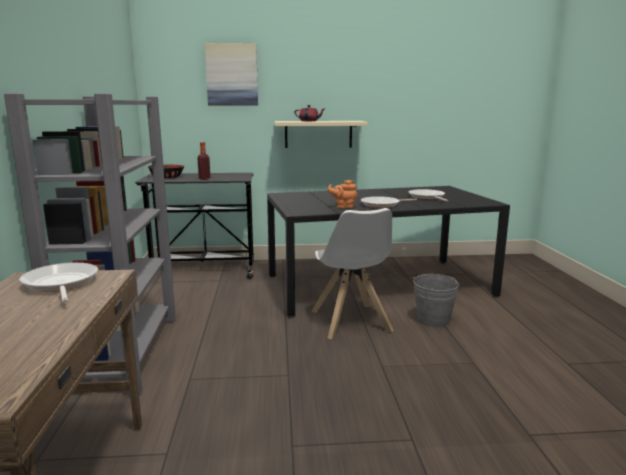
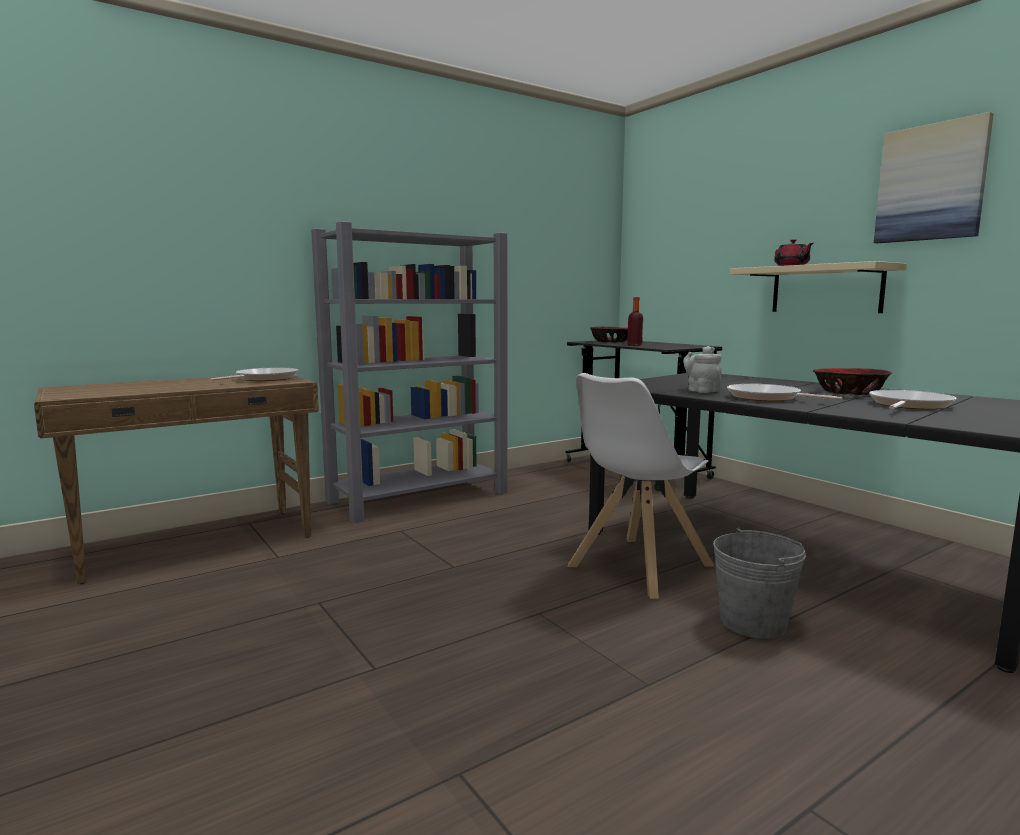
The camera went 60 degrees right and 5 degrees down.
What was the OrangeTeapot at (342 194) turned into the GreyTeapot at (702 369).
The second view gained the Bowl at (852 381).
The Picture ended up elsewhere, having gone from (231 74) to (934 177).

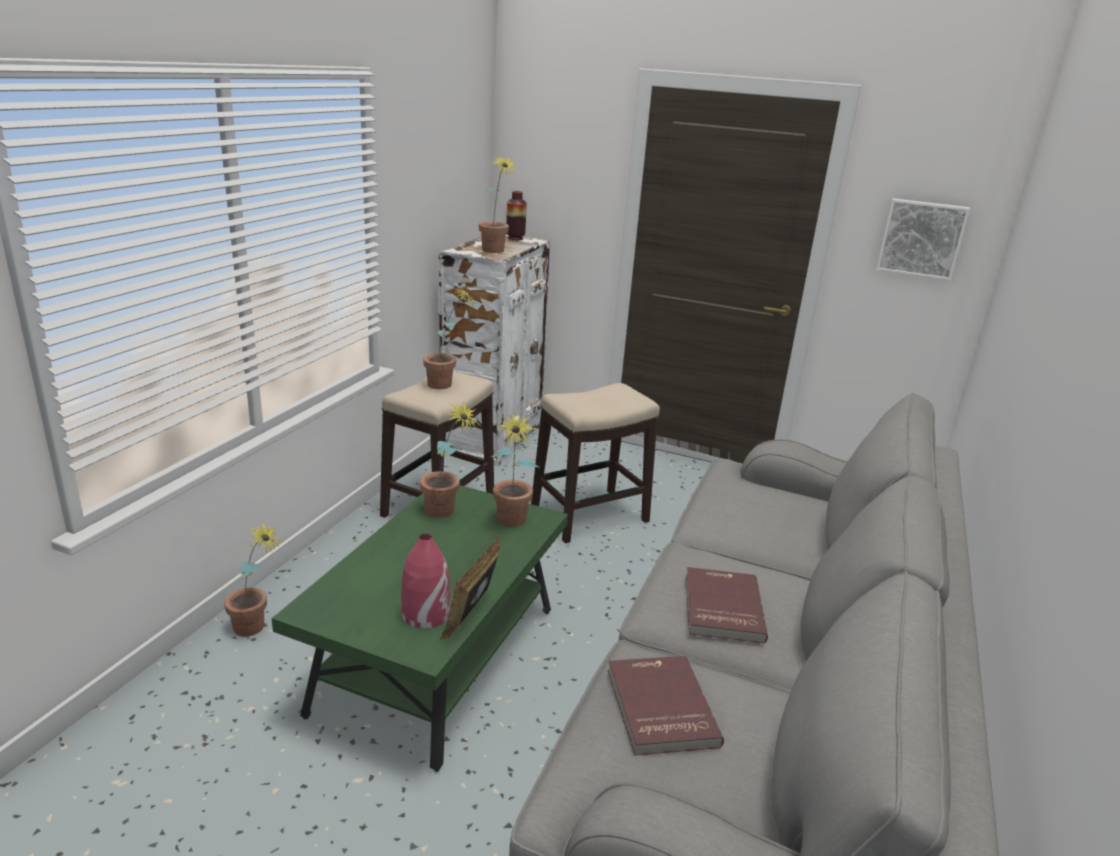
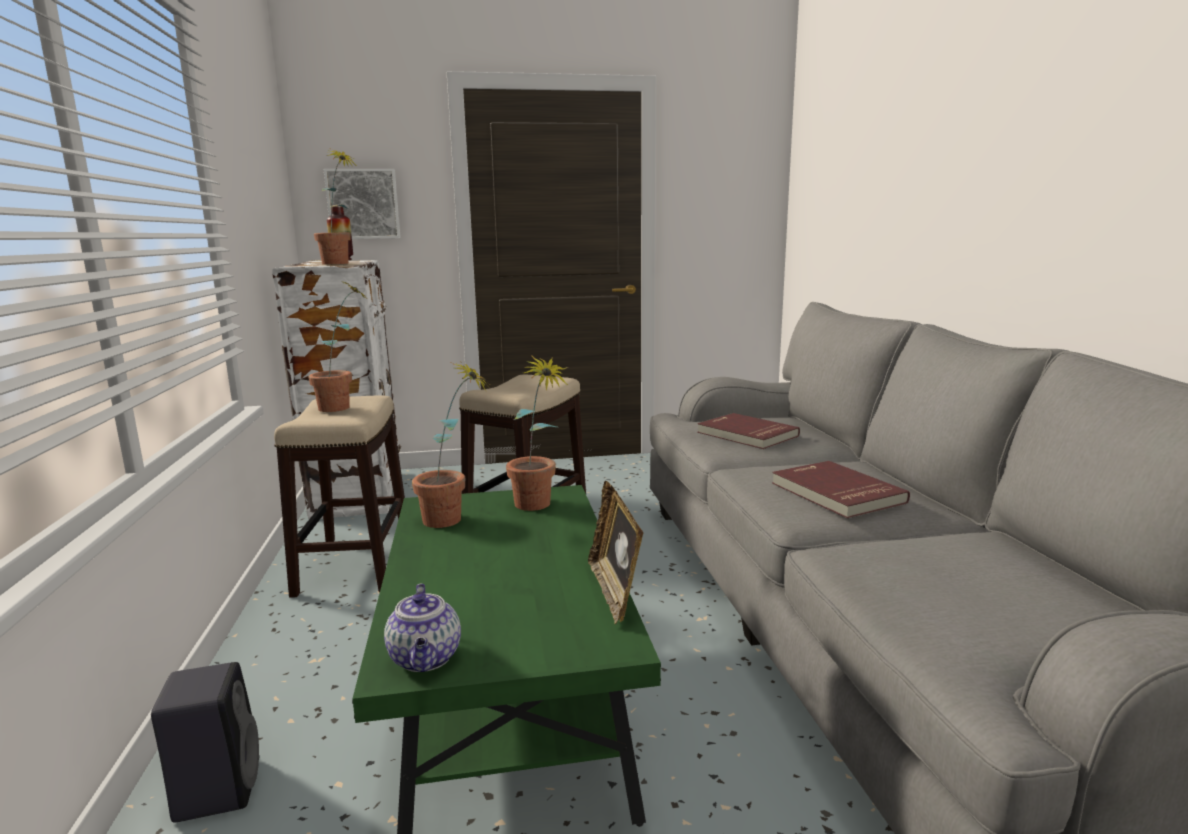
The camera went 30 degrees left and 10 degrees down.
Where the PottedPlant stood at (253 579), the BlackSpeaker came to stand at (205 742).
The Picture ended up elsewhere, having gone from (923 239) to (362 204).
The second view gained the Teapot at (422 628).
The RedBook ended up elsewhere, having gone from (666 705) to (748 431).
The second view lost the RedVase at (425 581).

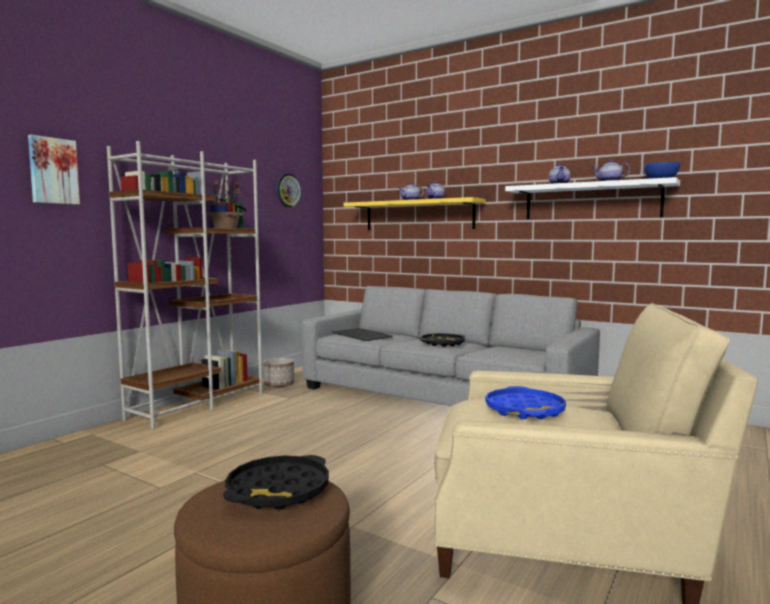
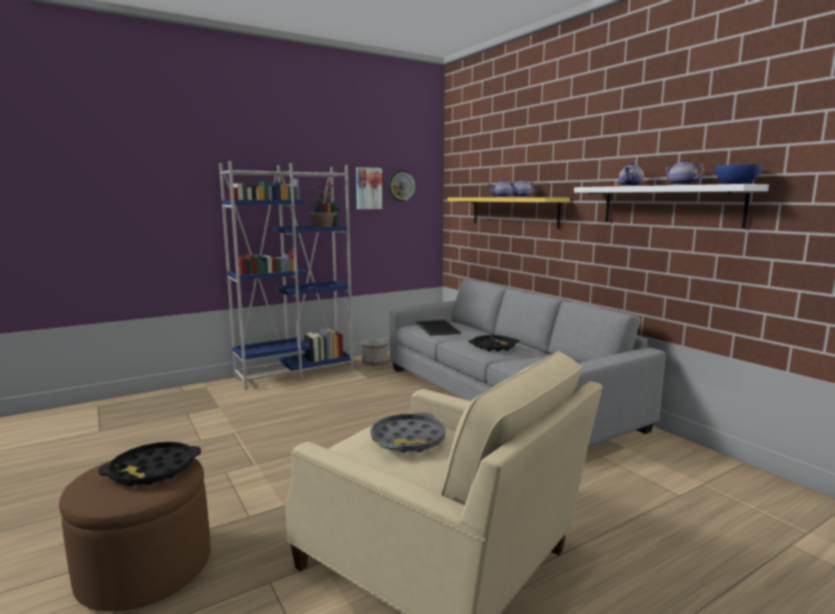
The camera went 25 degrees right and 5 degrees up.
What was the BrownBookcase at (185 285) turned into the BlueBookcase at (286 275).
The Picture ended up elsewhere, having gone from (54 170) to (369 188).
What was the BlueTray at (526 402) turned into the GreyTray at (408 432).

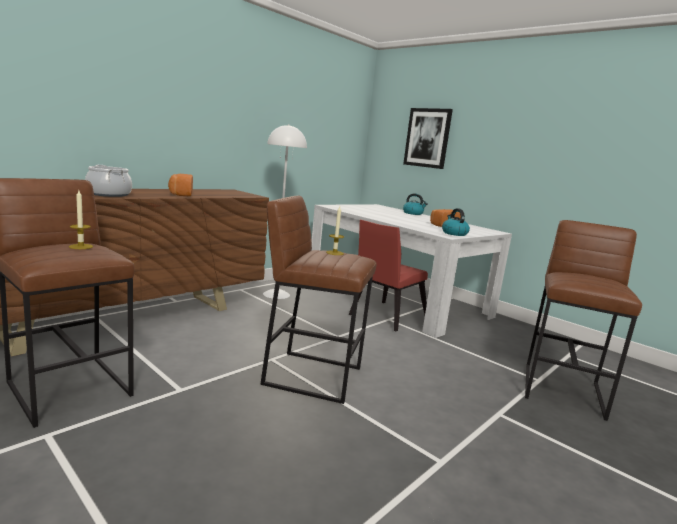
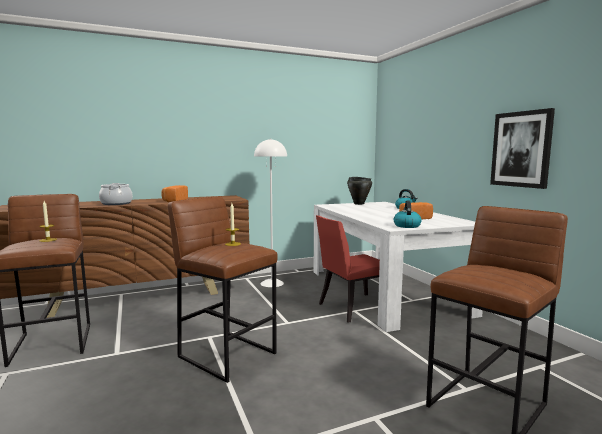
The camera went 25 degrees right and 5 degrees down.
The second view gained the BlackCookingPot at (359 191).
The Picture ended up elsewhere, having gone from (428 138) to (522 148).

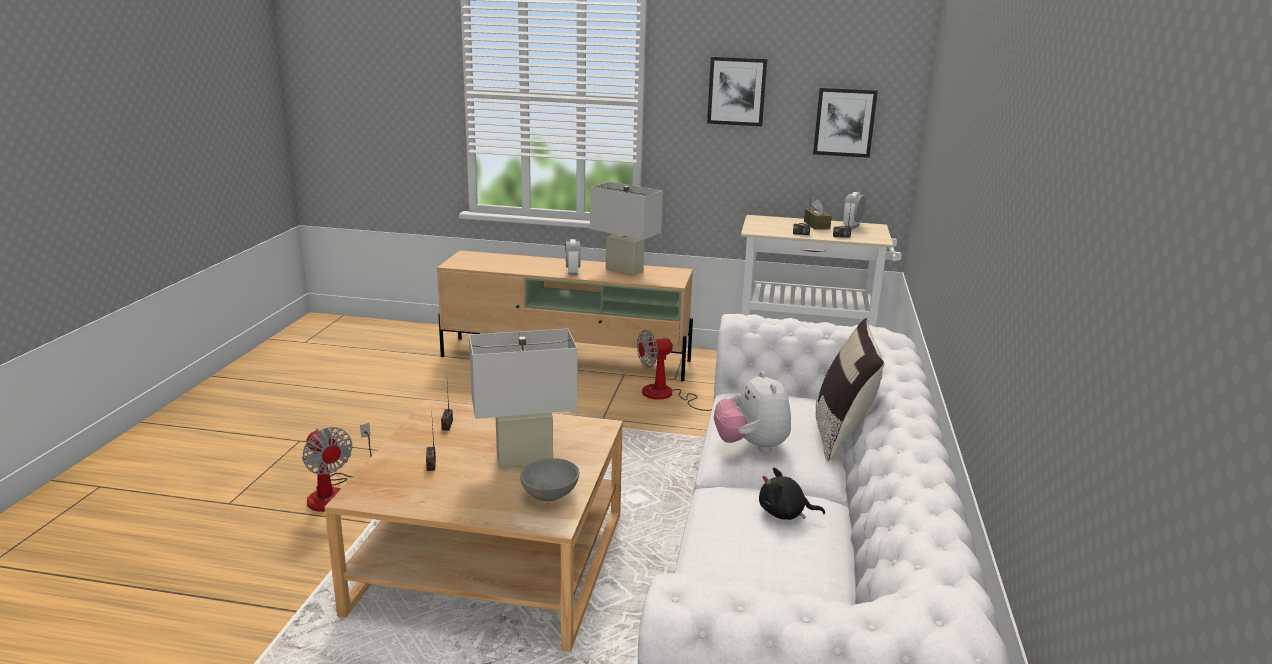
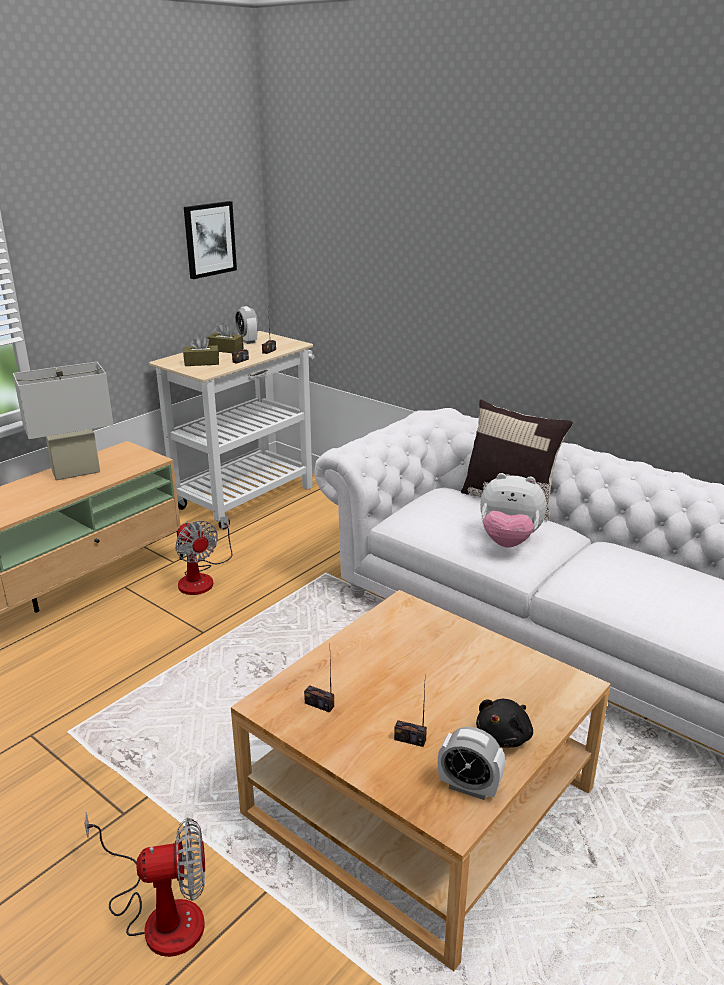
The camera went 60 degrees left and 5 degrees up.
The Fan at (674 370) ended up facing another way, 45 degrees counterclockwise from before.
The second view gained the BrownTissueBox at (201 350).
The AlarmClock ended up elsewhere, having gone from (573 257) to (471 763).
The BlackPlushToy ended up elsewhere, having gone from (792 494) to (504 723).
The second view lost the WhiteTableLamp at (523 398).
The second view lost the GreyBowl at (549 479).
The second view lost the Picture at (737 91).

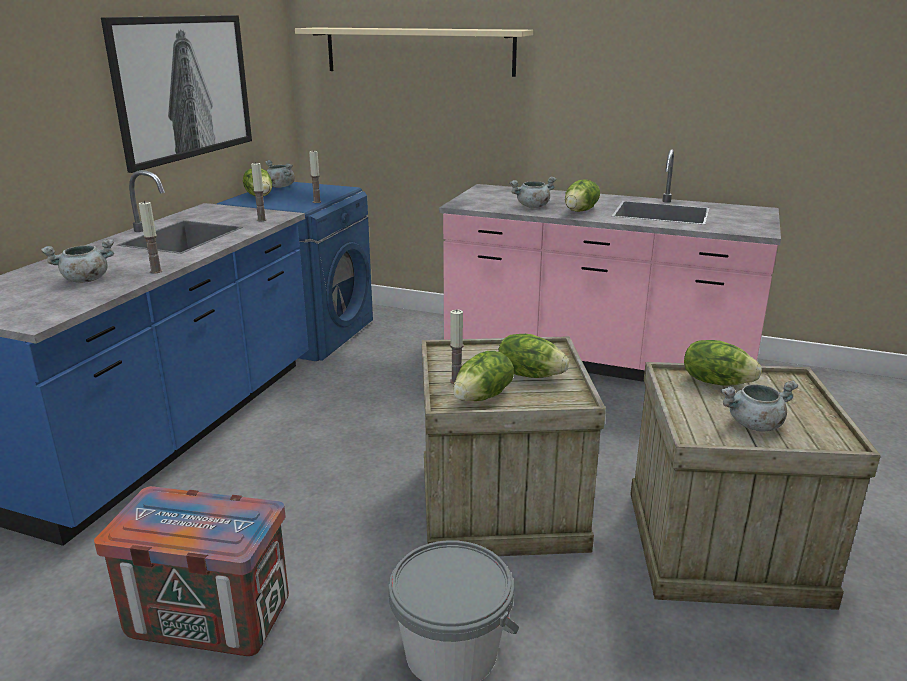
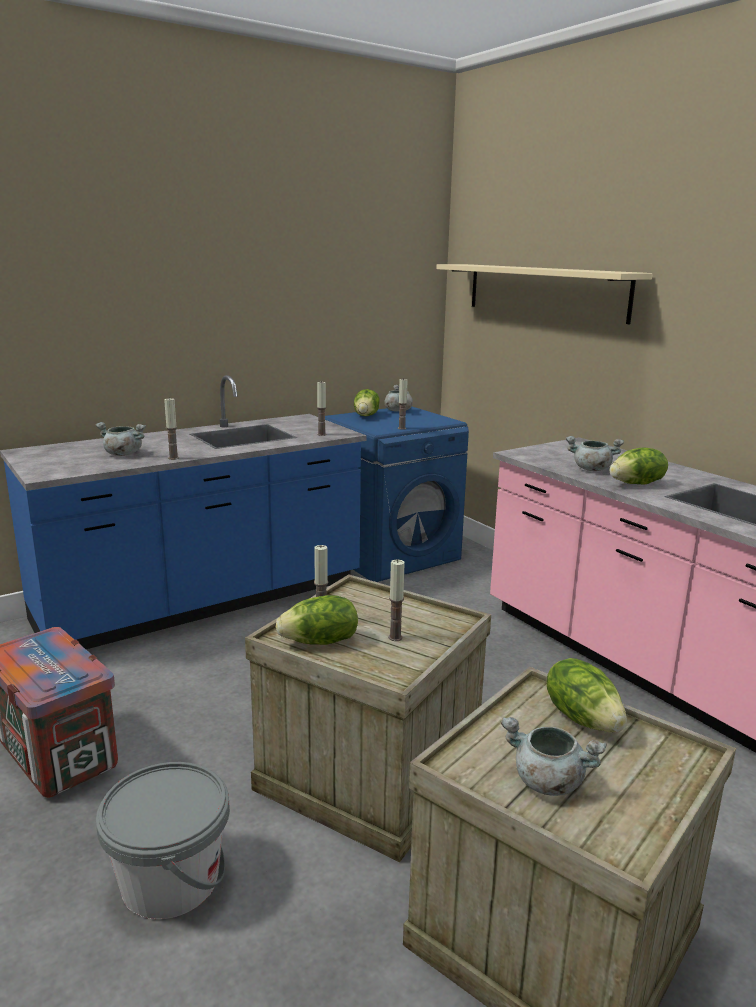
The camera went 35 degrees right and 5 degrees down.
Where the Lettuce stood at (533 356), the Candle came to stand at (396 600).
The second view lost the Picture at (176 94).

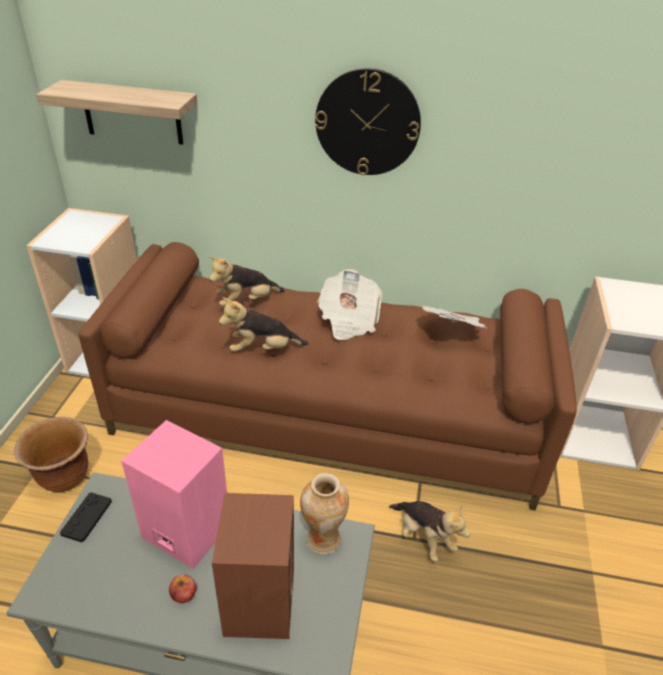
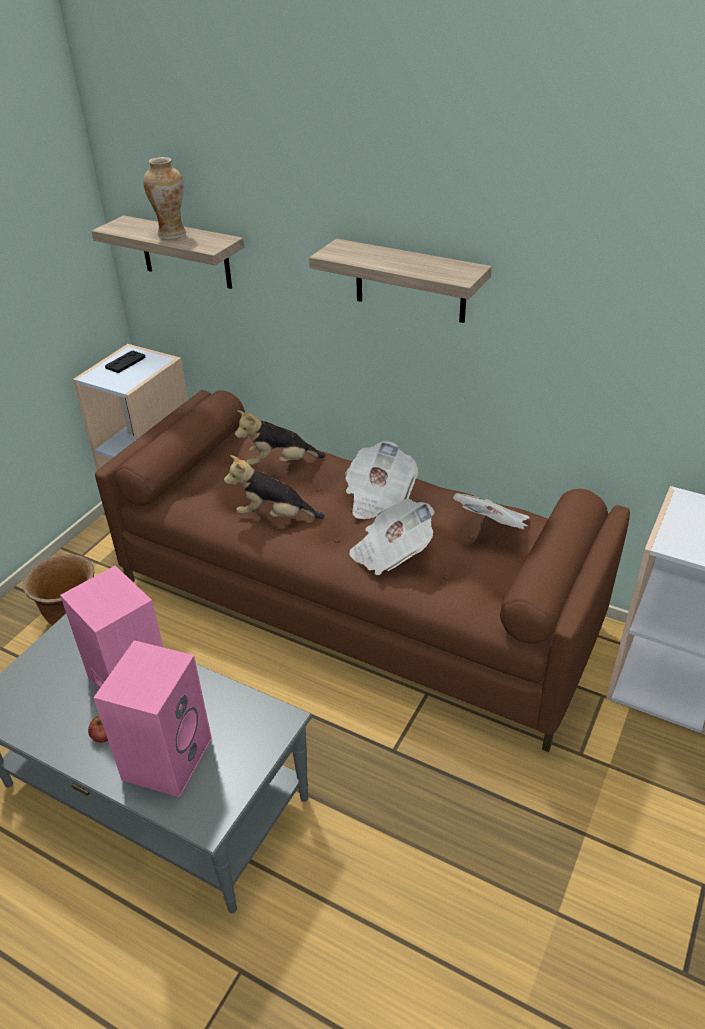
The camera went 20 degrees right and 0 degrees up.
What was the BrownSpeaker at (253 566) turned into the PinkSpeaker at (152 718).
The BlackGameController ended up elsewhere, having gone from (86 517) to (125 362).
The Vase ended up elsewhere, having gone from (324 514) to (164 198).
Where the WallClock hung at (368 121), the Shelf came to hang at (400 281).
The second view gained the Newspaper at (392 537).
The second view lost the PlushToy at (430 531).

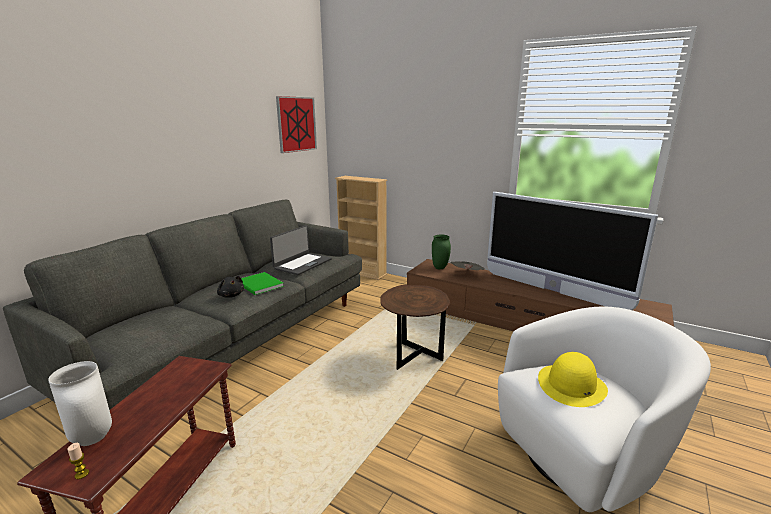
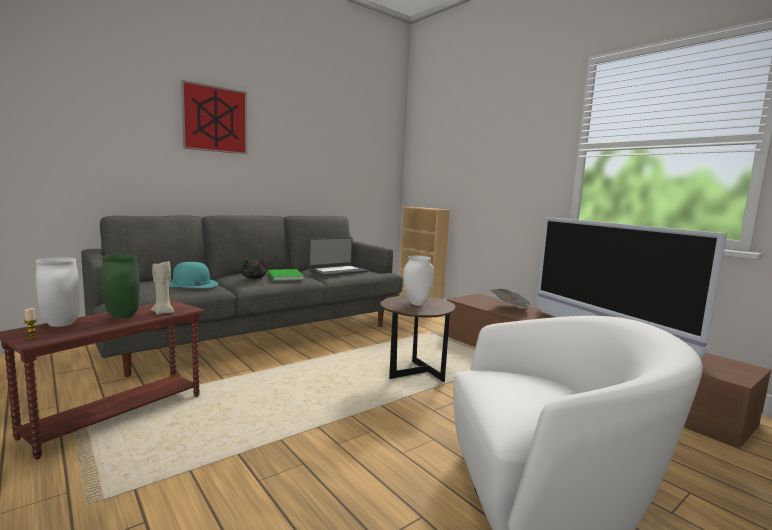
The camera went 20 degrees right and 10 degrees down.
The GreenVase ended up elsewhere, having gone from (441 252) to (120 286).
The second view gained the BeigeCandle at (163 288).
The second view gained the TurquoiseHat at (193 275).
The Picture ended up elsewhere, having gone from (296 124) to (214 117).
The second view gained the WhiteVase at (418 281).
The second view lost the YellowHat at (573 379).

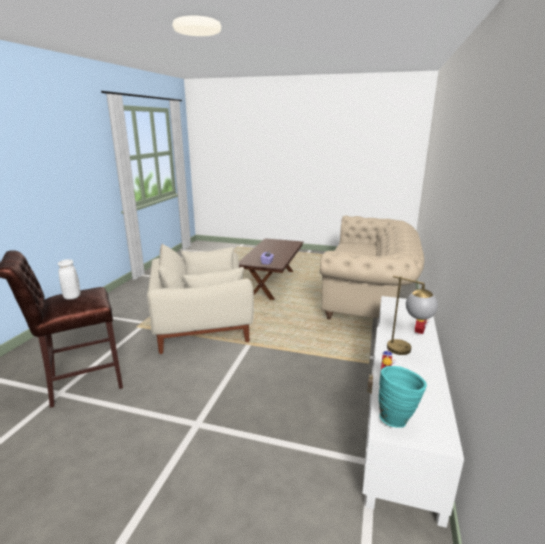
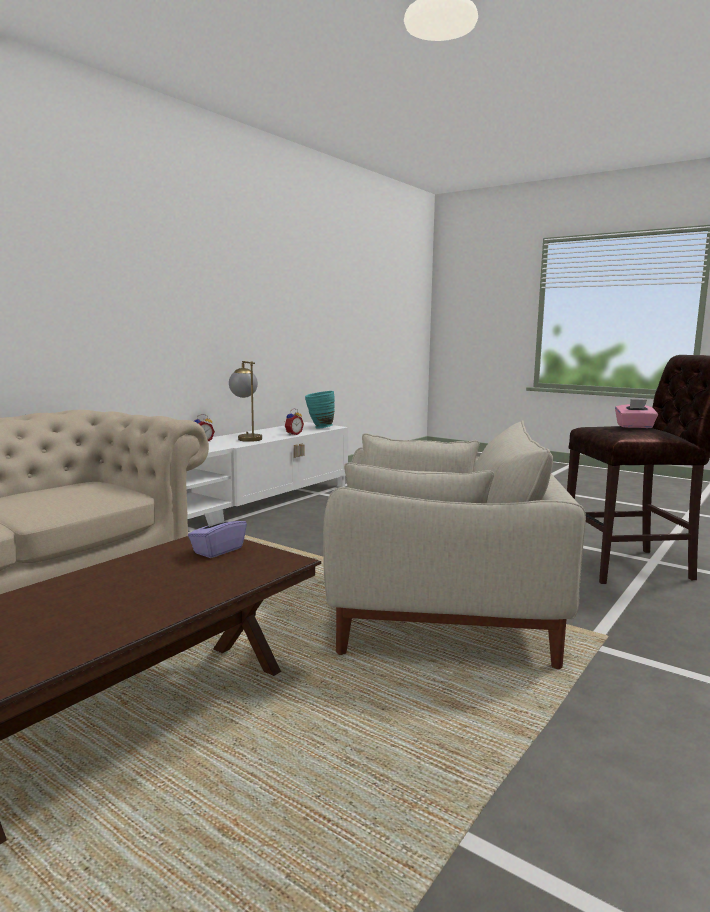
The camera went 160 degrees left and 10 degrees down.
Where the WhiteVase stood at (69 279), the PinkTissueBox came to stand at (636 413).

